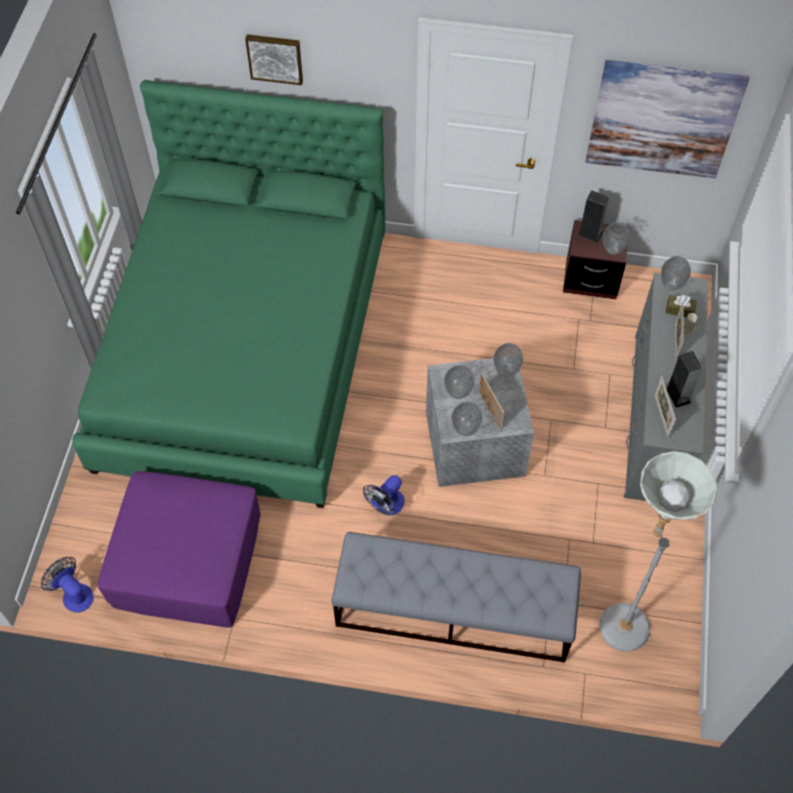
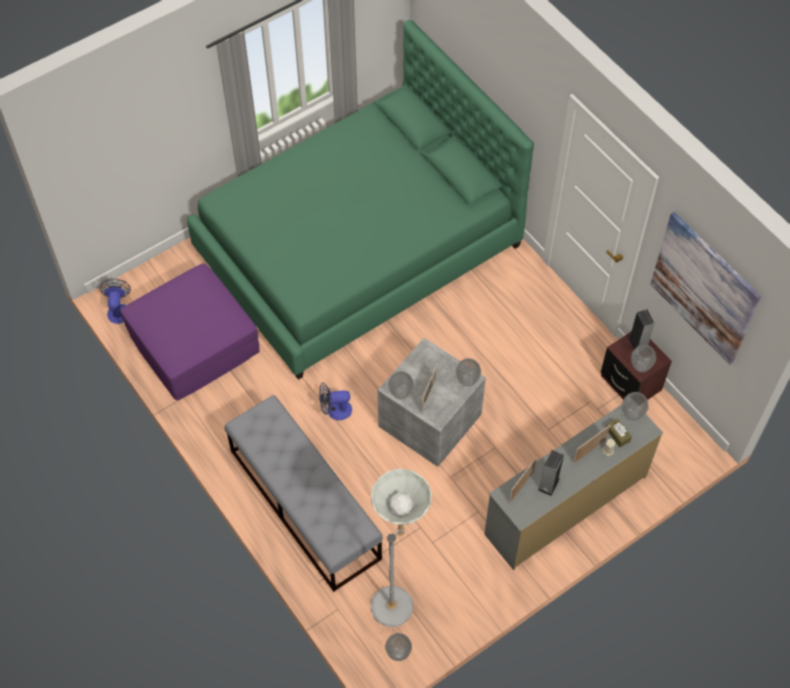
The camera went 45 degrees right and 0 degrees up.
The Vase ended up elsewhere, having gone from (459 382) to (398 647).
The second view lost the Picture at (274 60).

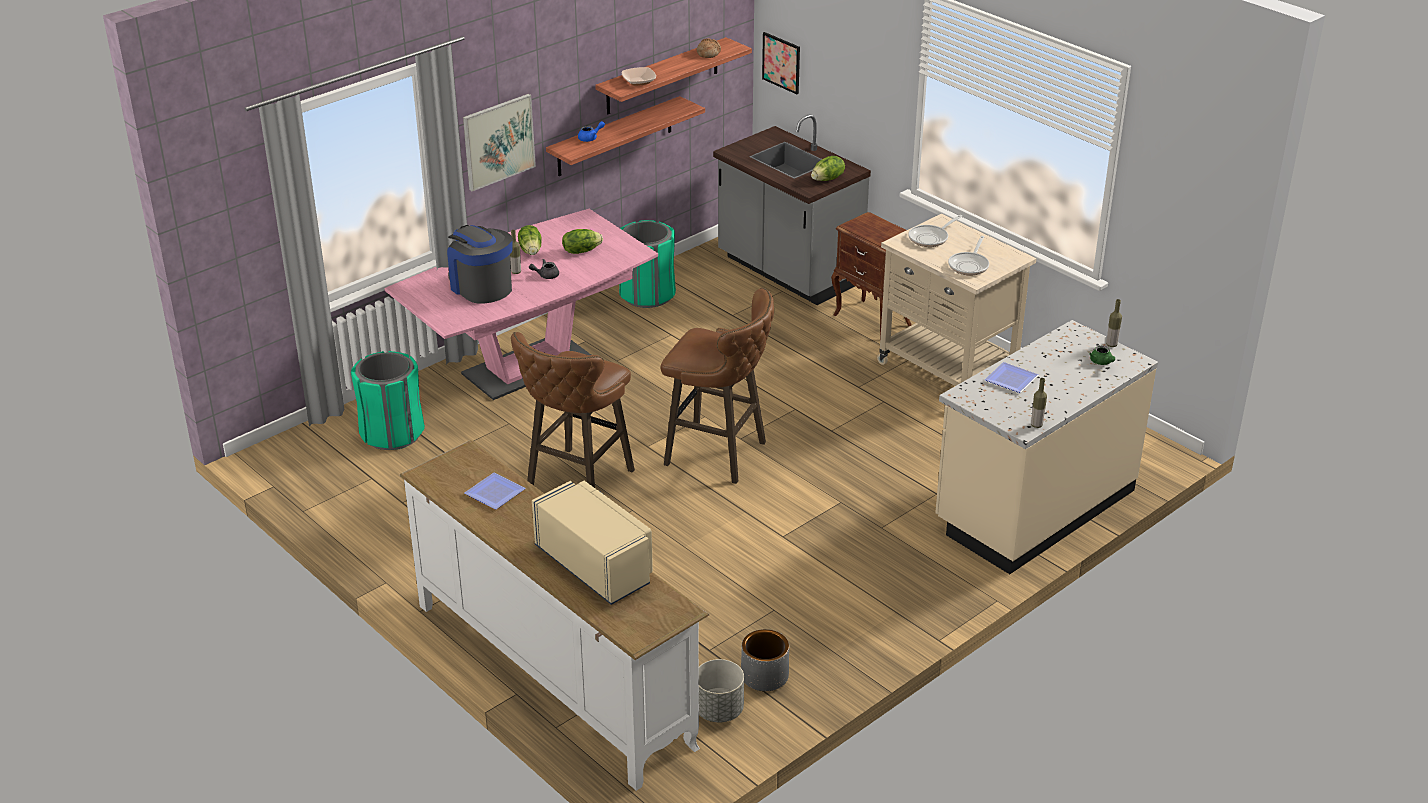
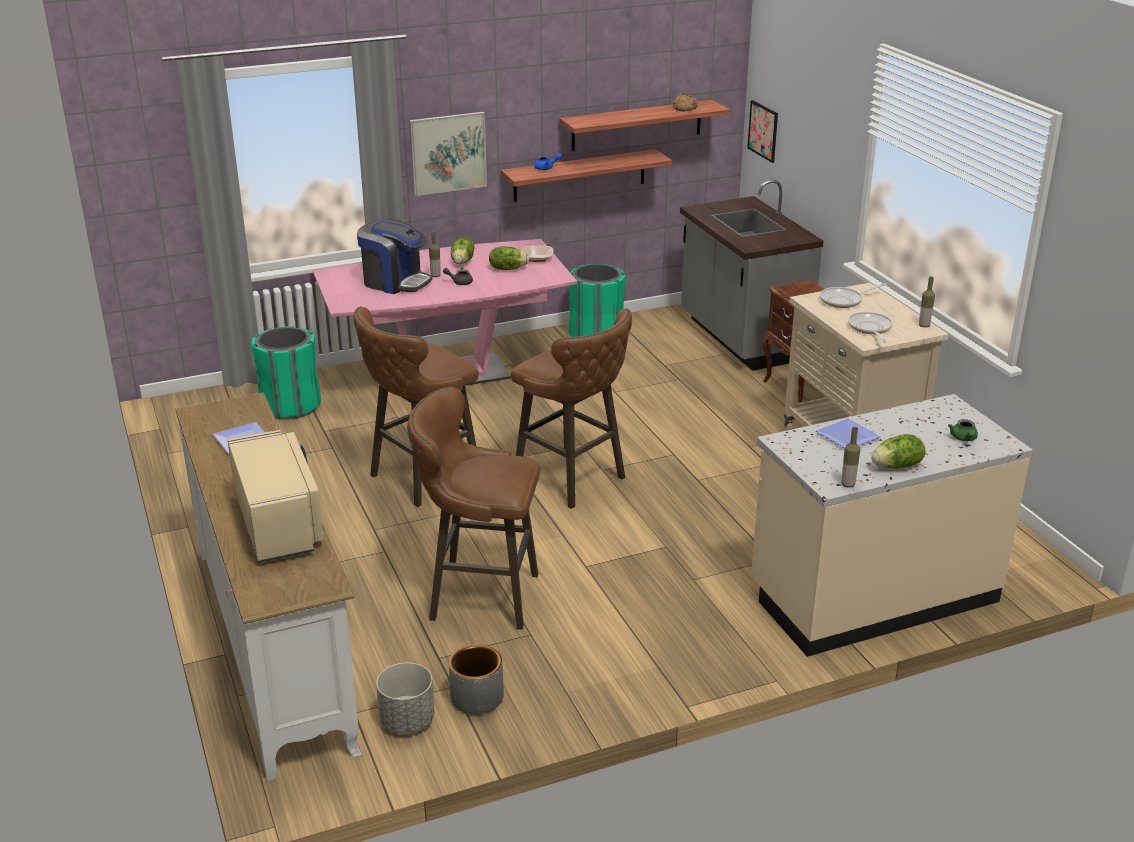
The camera went 20 degrees right and 5 degrees down.
The CoffeeMachine at (479 264) ended up facing another way, 135 degrees clockwise from before.
The second view gained the BrownStool at (473 508).
The Bowl ended up elsewhere, having gone from (639 76) to (537 253).
The FryingPan at (968 256) ended up facing another way, 135 degrees clockwise from before.
The Lettuce ended up elsewhere, having gone from (828 168) to (898 451).
The Bottle ended up elsewhere, having gone from (1114 323) to (927 302).

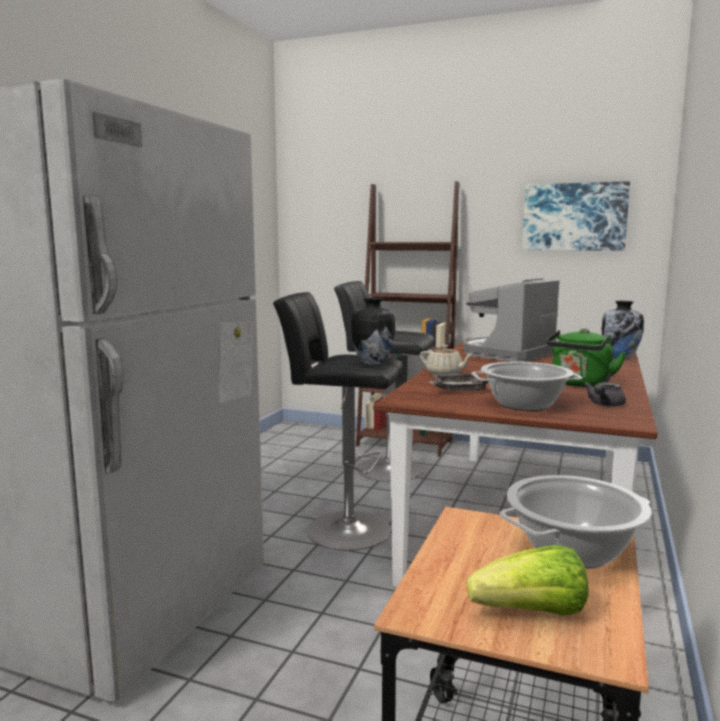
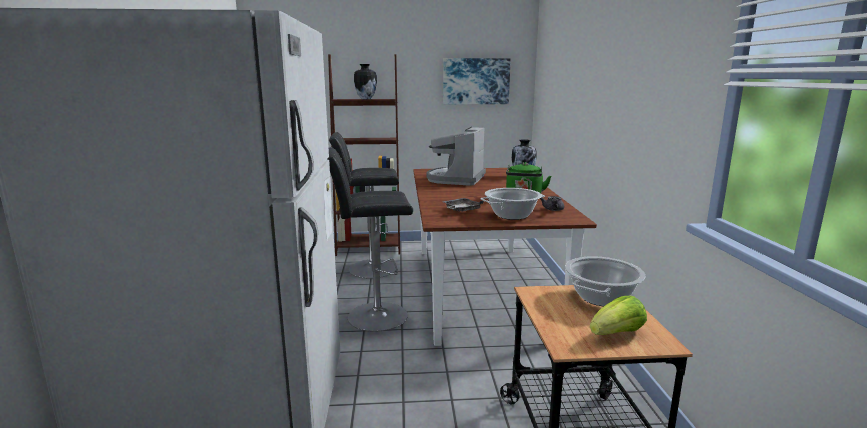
The camera went 25 degrees left and 5 degrees up.
The Vase ended up elsewhere, having gone from (373 331) to (365 81).
The second view lost the BeigeTeapot at (447 360).

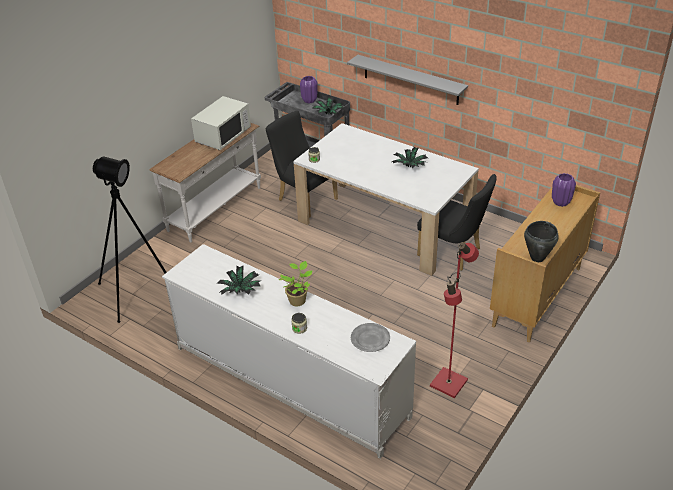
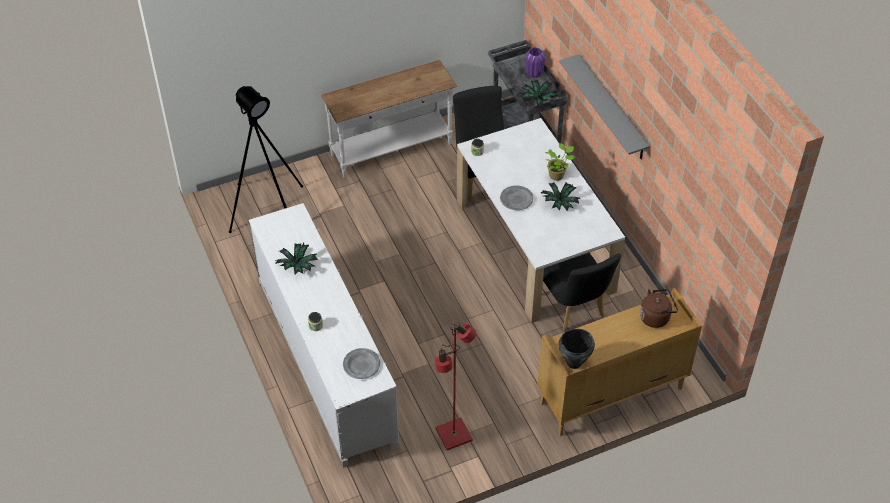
The camera went 30 degrees right and 10 degrees up.
The second view gained the GreyPlate at (516 198).
The PottedPlant ended up elsewhere, having gone from (295 283) to (560 162).
Where the PurpleVase stood at (564 190), the BrownKettle came to stand at (659 308).
The second view lost the WhiteMicrowave at (221 123).

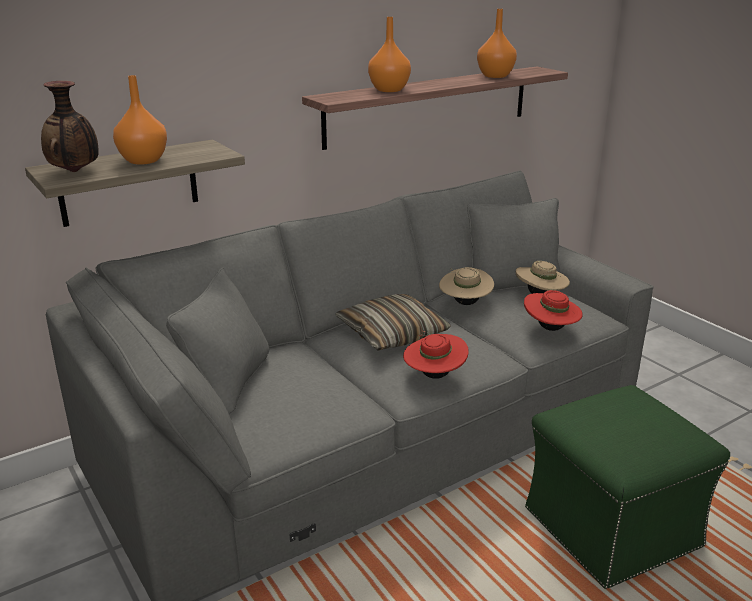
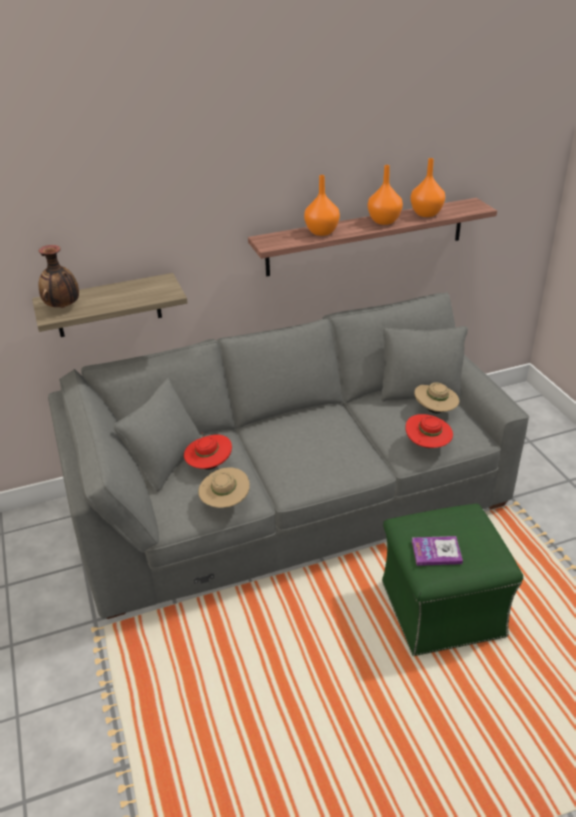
The camera went 15 degrees right and 10 degrees up.
The RedHat ended up elsewhere, having gone from (436 354) to (208 451).
The BeigeHat ended up elsewhere, having gone from (466 286) to (224 487).
The OrangeVase ended up elsewhere, having gone from (140 120) to (385 195).
The second view gained the Book at (437 551).
The second view lost the Pillow at (393 322).

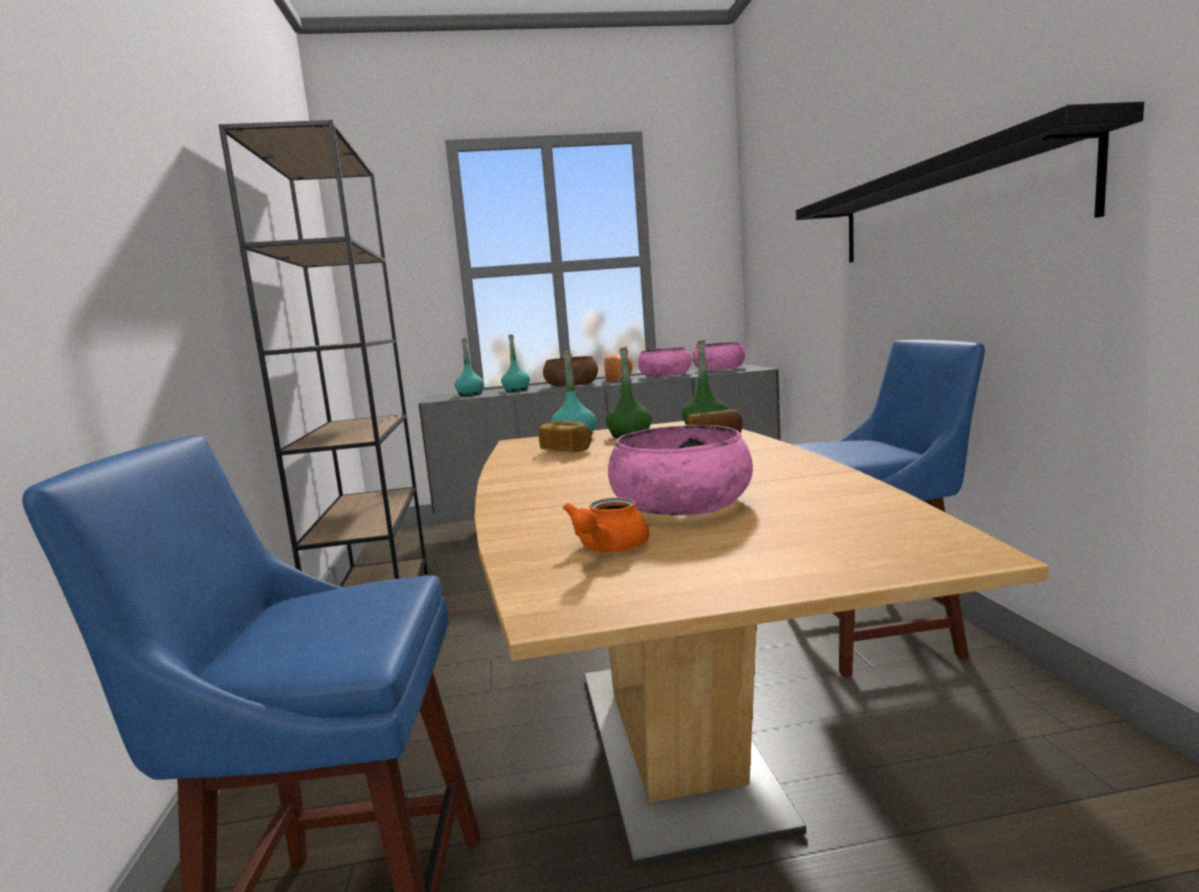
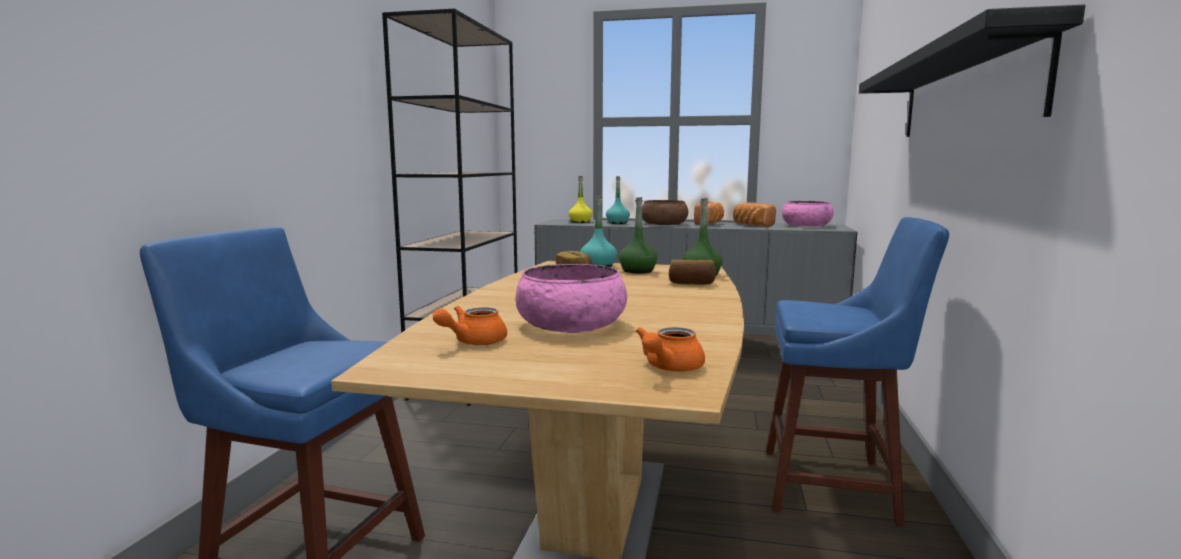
The camera went 20 degrees right and 0 degrees up.
What was the TurquoiseBottle at (469 367) turned into the YellowBottle at (581 199).
The second view gained the OrangeTeapot at (670 349).
Where the PinkBowl stood at (665 362), the Bread came to stand at (754 214).

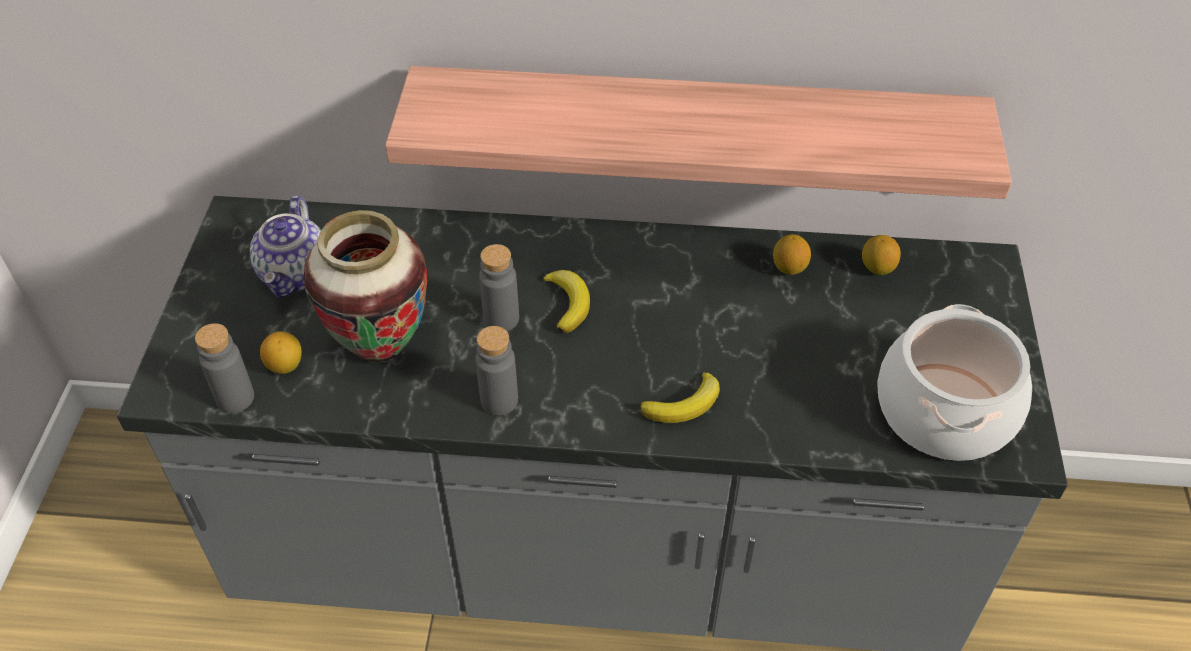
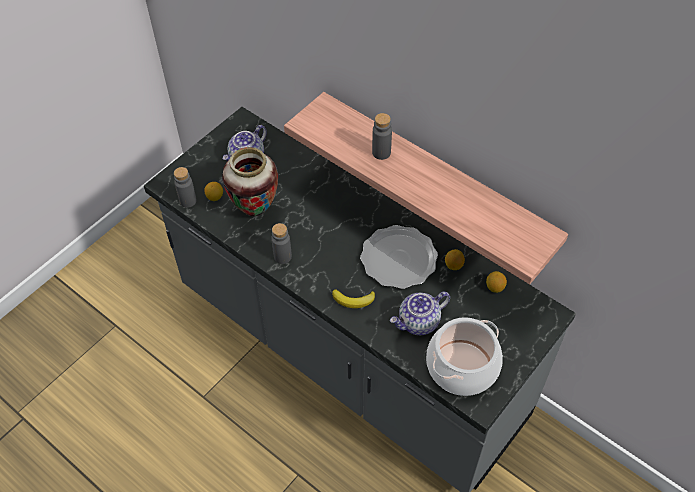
The camera went 35 degrees right and 5 degrees up.
The second view gained the Plate at (399 257).
The GreyBottle ended up elsewhere, having gone from (499 287) to (382 136).
The second view gained the Teapot at (420 313).
The second view lost the Banana at (566 301).

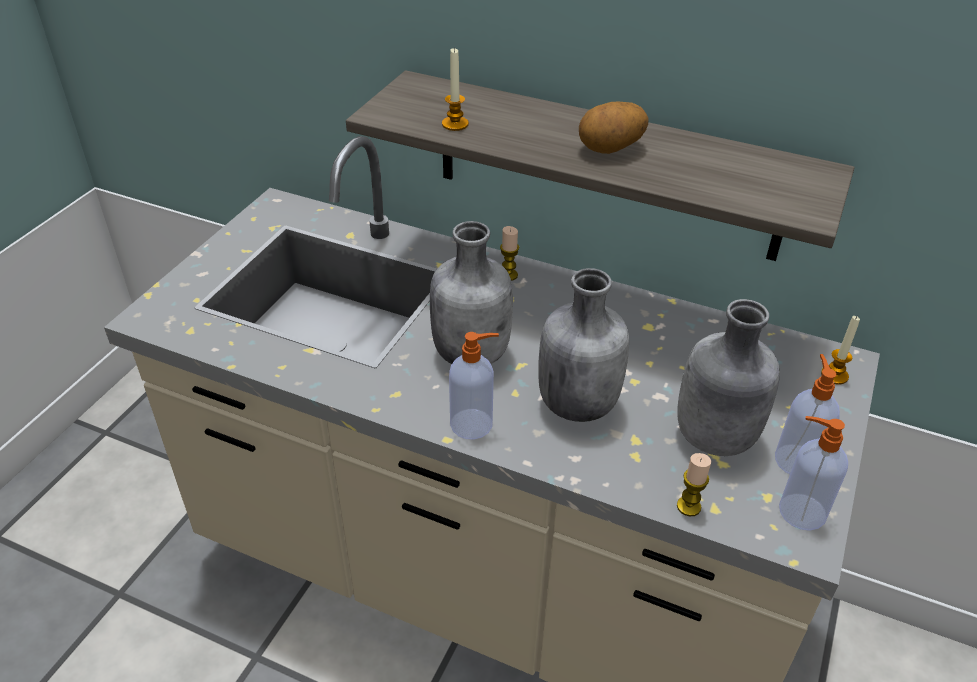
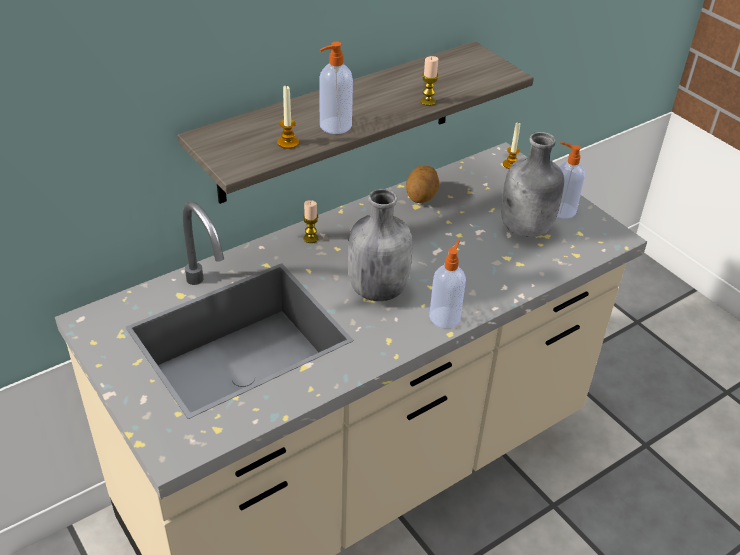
The camera went 60 degrees left and 0 degrees up.
The SoapDispenser ended up elsewhere, having gone from (813 473) to (336 88).
The Potato ended up elsewhere, having gone from (614 128) to (422 184).
The Candle ended up elsewhere, having gone from (694 484) to (429 81).
The second view lost the GreyBottle at (583 345).

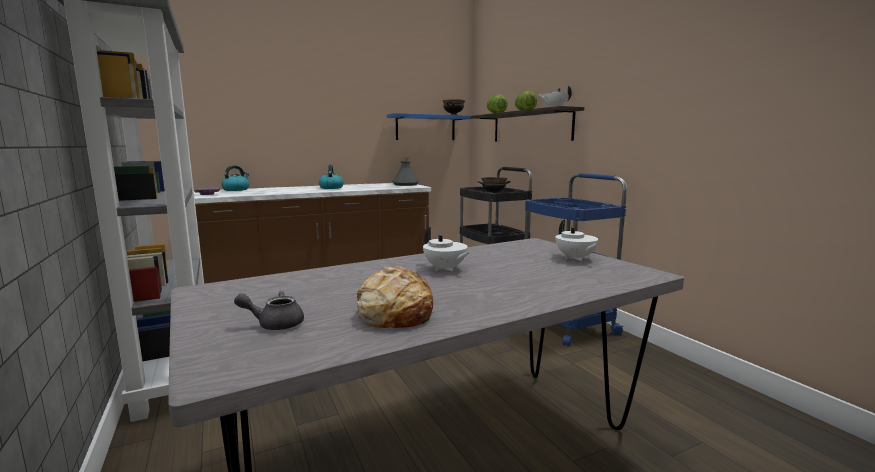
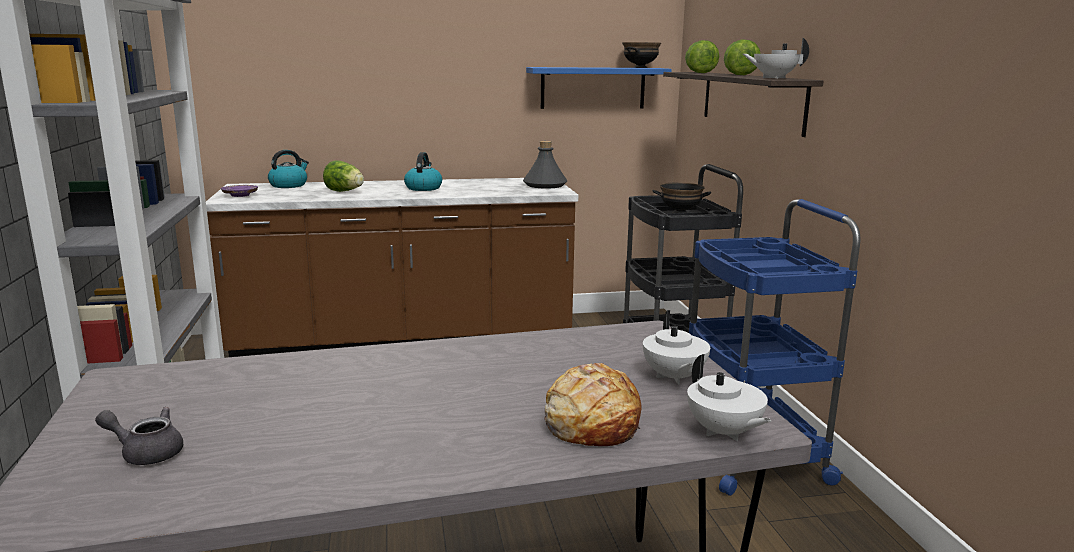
The camera went 15 degrees right and 5 degrees up.
The second view gained the Lettuce at (343 176).
The Bread ended up elsewhere, having gone from (395 297) to (593 404).
The WhiteTeapot ended up elsewhere, having gone from (447 249) to (729 397).

